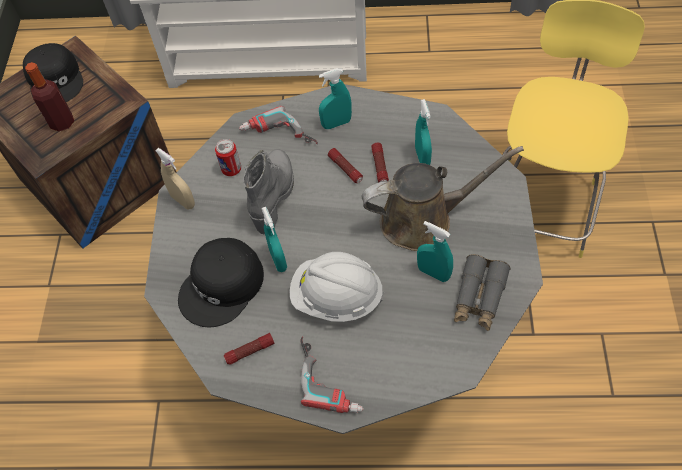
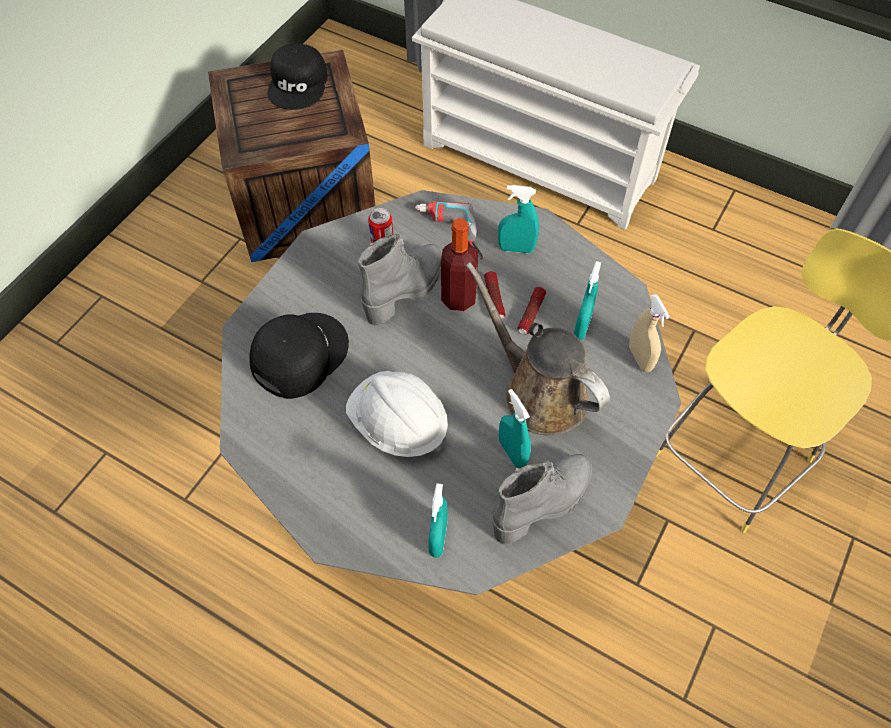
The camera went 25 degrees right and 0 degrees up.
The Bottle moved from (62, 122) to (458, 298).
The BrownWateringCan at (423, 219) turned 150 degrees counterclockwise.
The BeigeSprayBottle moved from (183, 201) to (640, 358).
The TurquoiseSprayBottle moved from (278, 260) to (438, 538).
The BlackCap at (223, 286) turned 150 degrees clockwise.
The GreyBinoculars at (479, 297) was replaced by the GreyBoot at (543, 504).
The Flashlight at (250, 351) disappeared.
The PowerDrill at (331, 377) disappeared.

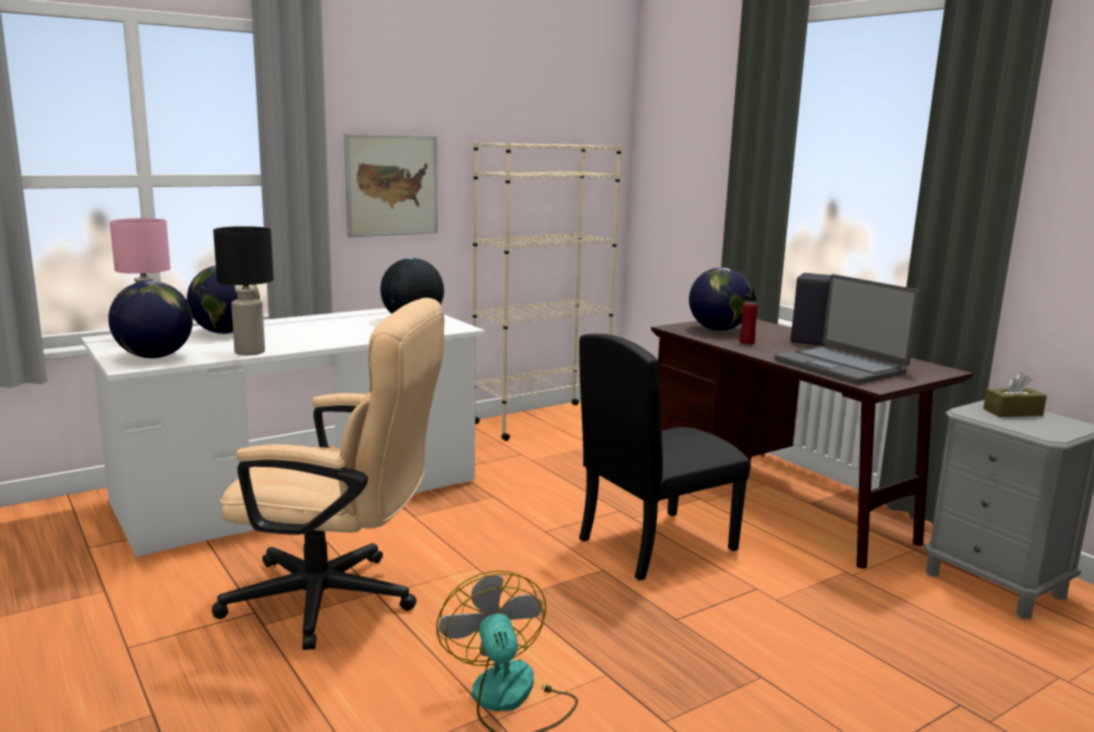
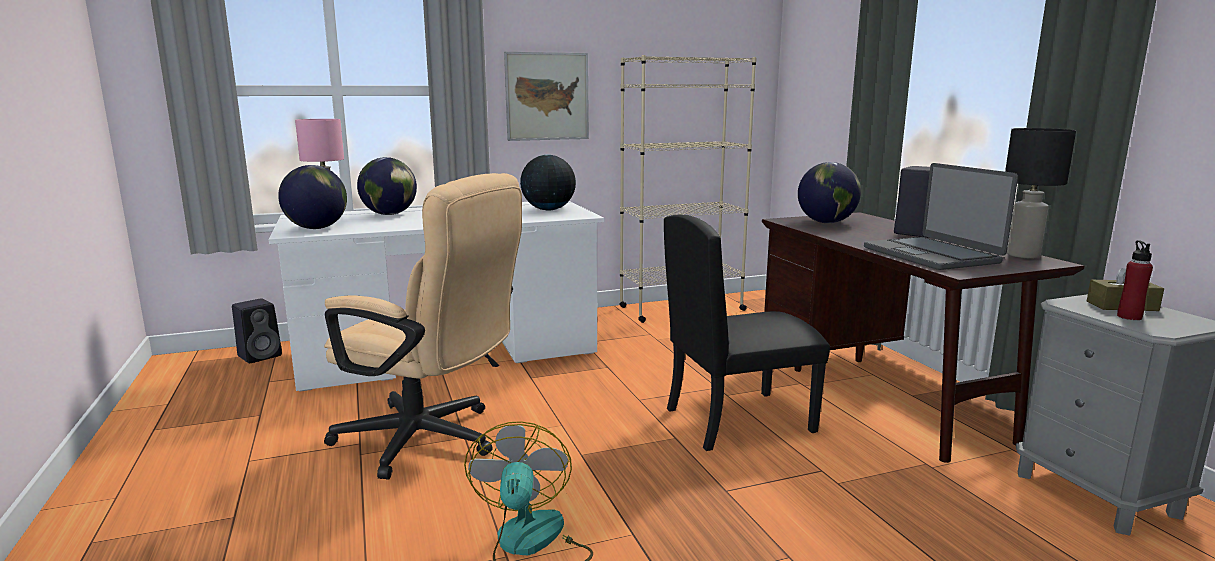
The camera went 15 degrees right and 0 degrees up.
The BlackTableLamp moved from (249, 352) to (1022, 255).
The RedBottle moved from (746, 342) to (1129, 317).
The BlackSpeaker at (261, 355) appeared.

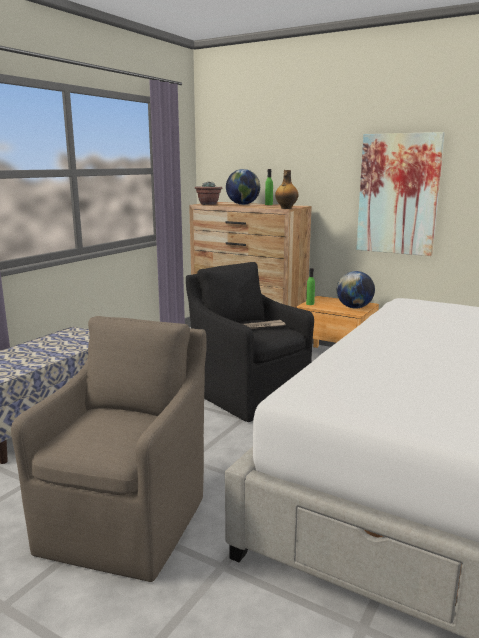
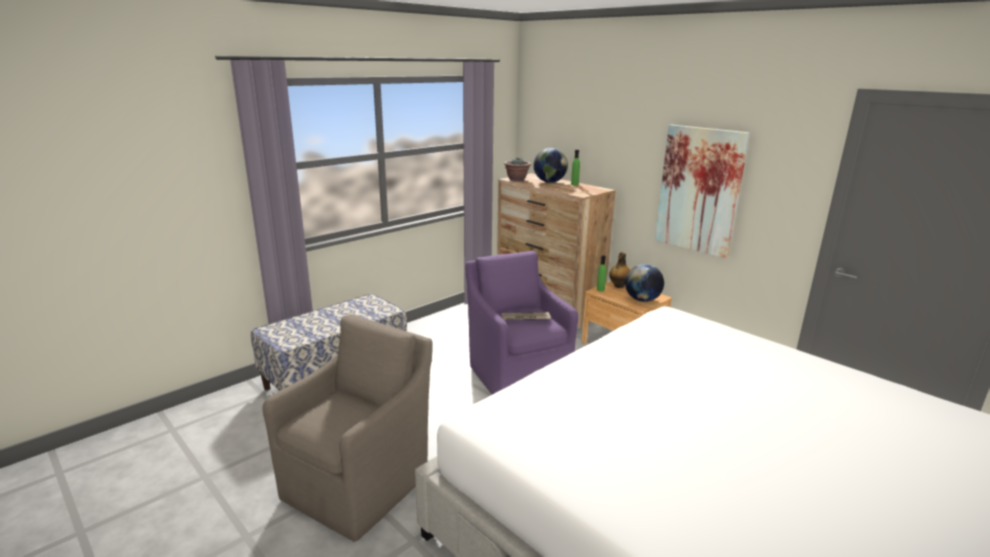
The camera went 15 degrees right and 5 degrees up.
The Bottle moved from (286, 208) to (619, 286).
The BlackArmchair at (249, 395) became the PurpleArmchair at (517, 375).

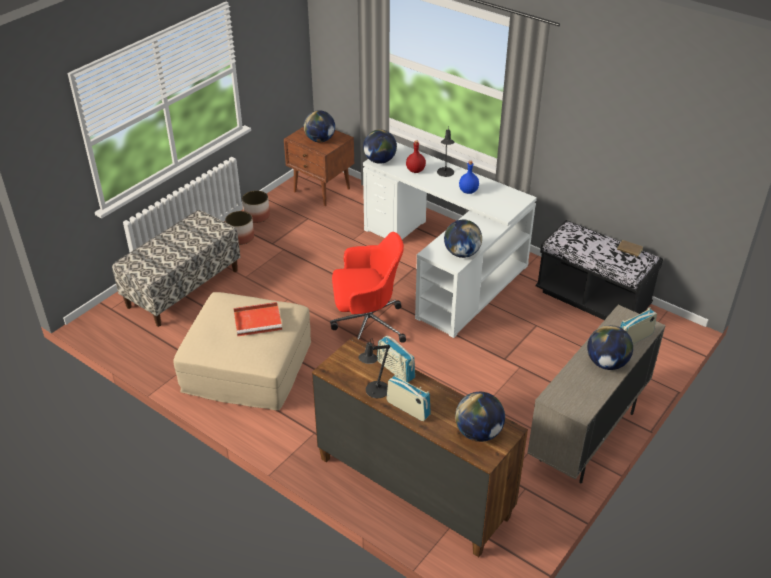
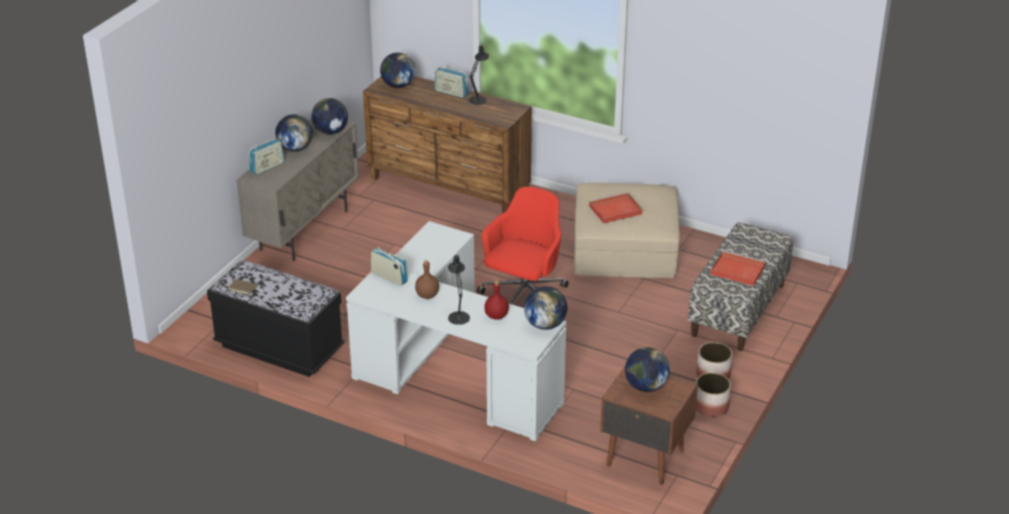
The camera went 170 degrees right and 5 degrees down.
The BlueBottle at (468, 191) became the BrownBottle at (427, 295).
The Globe moved from (462, 253) to (330, 132).
The RedOfficeChair at (366, 325) turned 135 degrees clockwise.
The Radio moved from (395, 370) to (389, 277).
The RedTray at (736, 270) appeared.

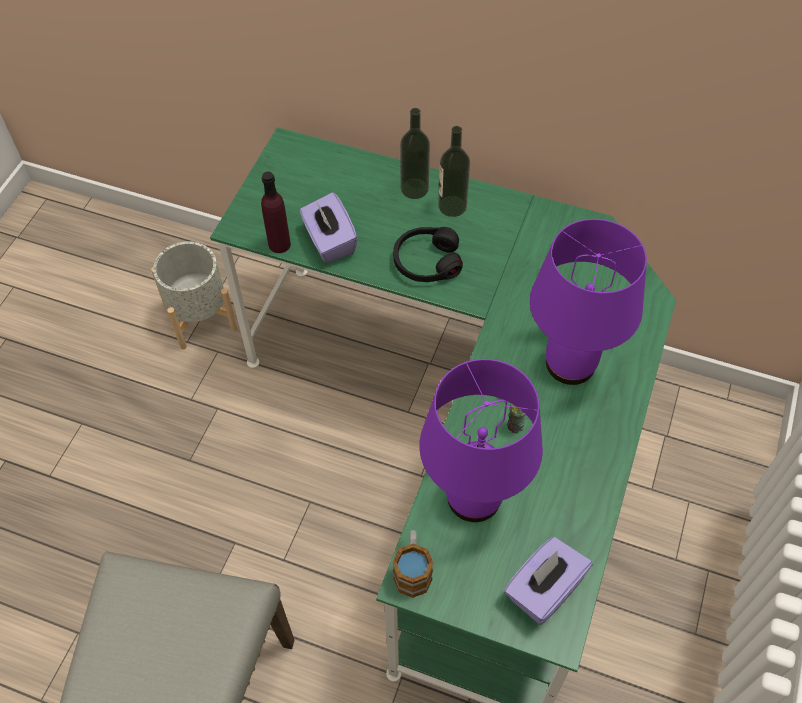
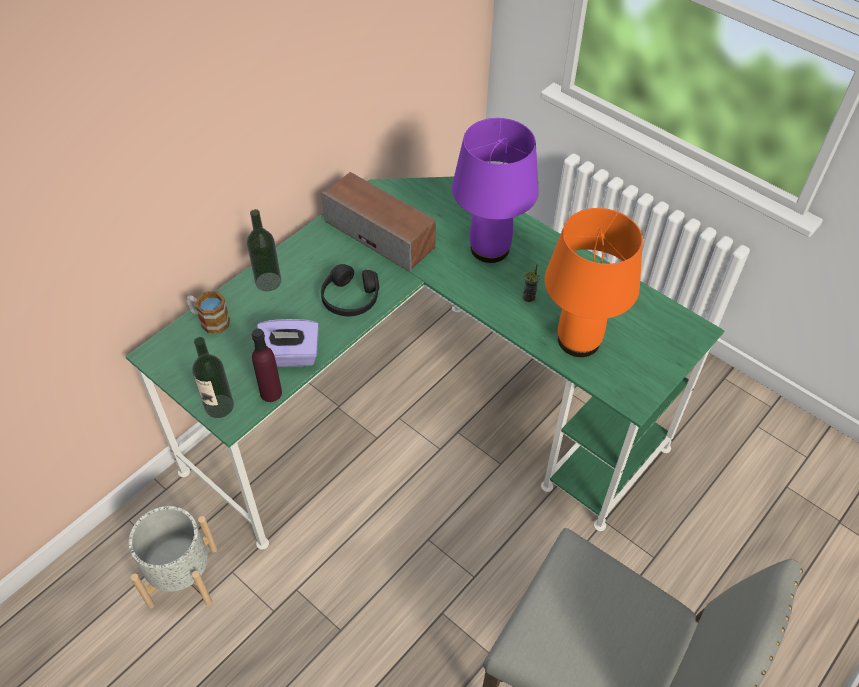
The camera went 70 degrees left and 5 degrees down.
The Bottle moved from (452, 206) to (219, 406).
The PurpleTableLamp at (475, 497) became the OrangeTableLamp at (578, 339).
The Mug moved from (412, 570) to (210, 321).
The PurpleTissueBox at (543, 589) disappeared.
The Speaker at (380, 234) appeared.

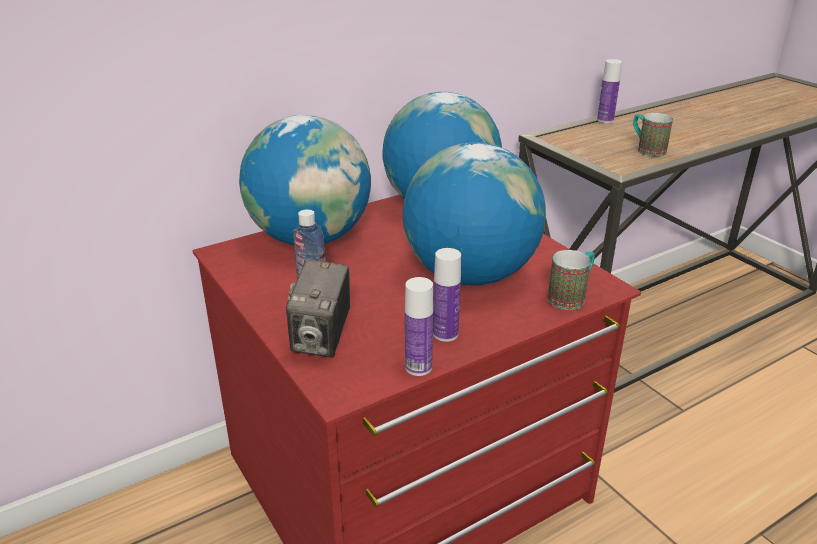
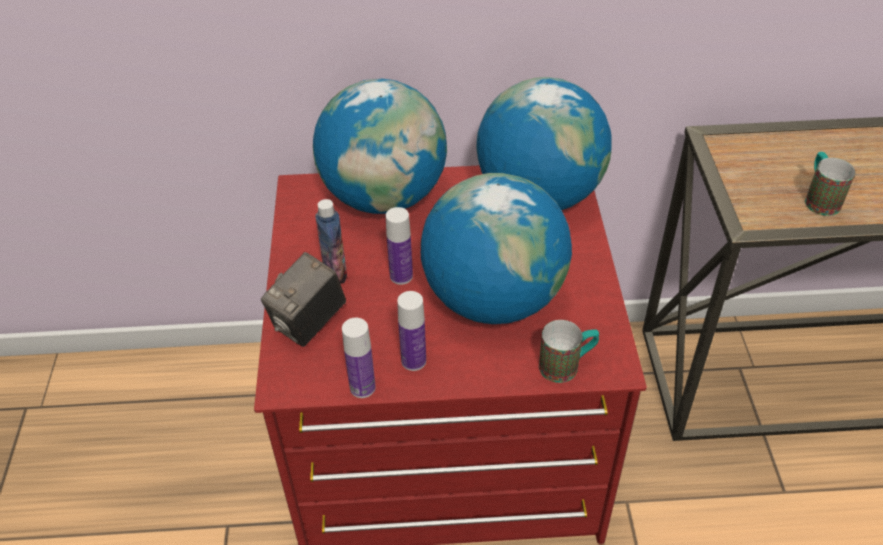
The camera went 30 degrees right and 15 degrees up.
The Bottle moved from (605, 120) to (401, 276).

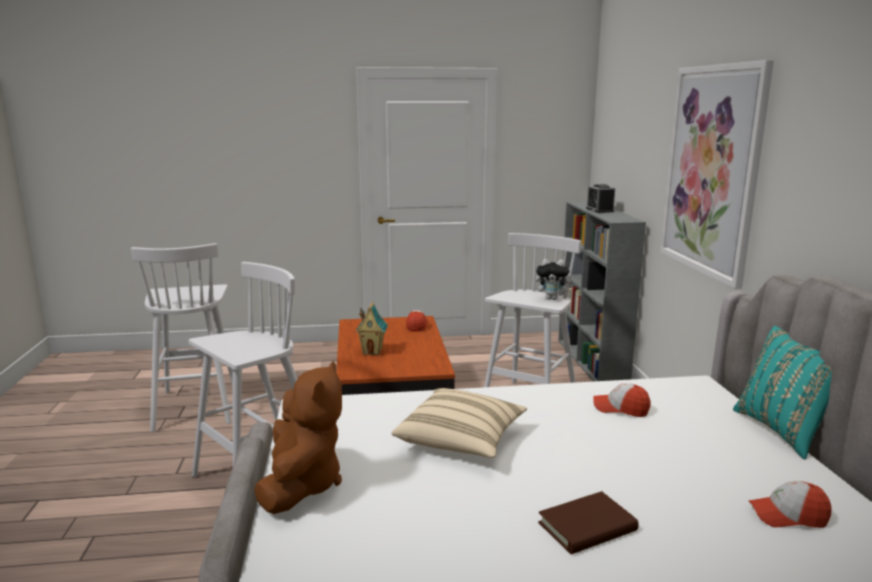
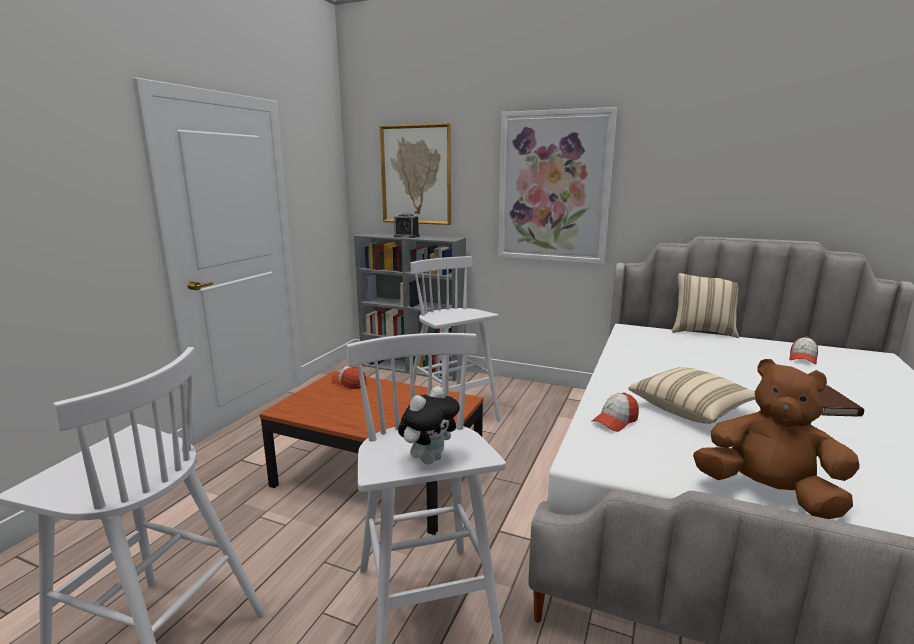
The camera went 60 degrees left and 0 degrees up.
The PlushToy moved from (552, 298) to (429, 458).
The ToyHouse at (372, 351) disappeared.
The TurquoisePillow at (782, 431) became the BeigePillow at (702, 332).
The Cap moved from (620, 408) to (615, 421).
The Picture at (416, 175) appeared.

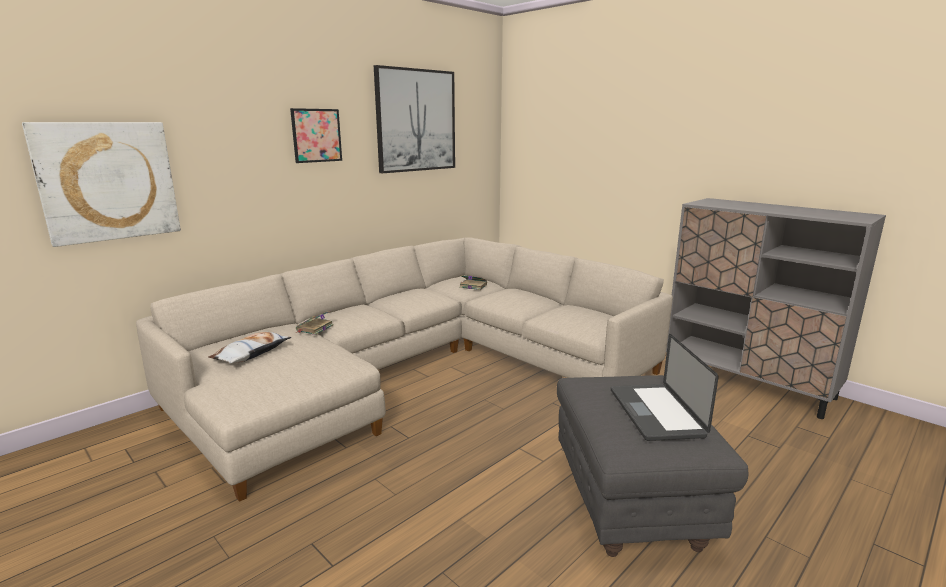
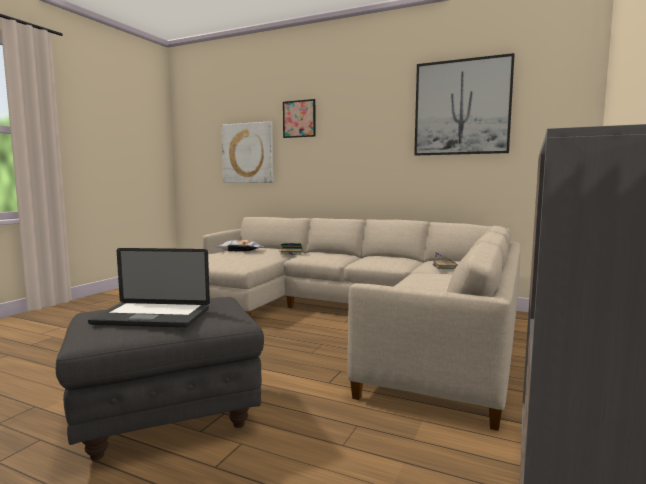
The camera went 70 degrees right and 10 degrees down.
The Picture moved from (316, 135) to (299, 119).
The Laptop at (655, 413) turned 150 degrees counterclockwise.

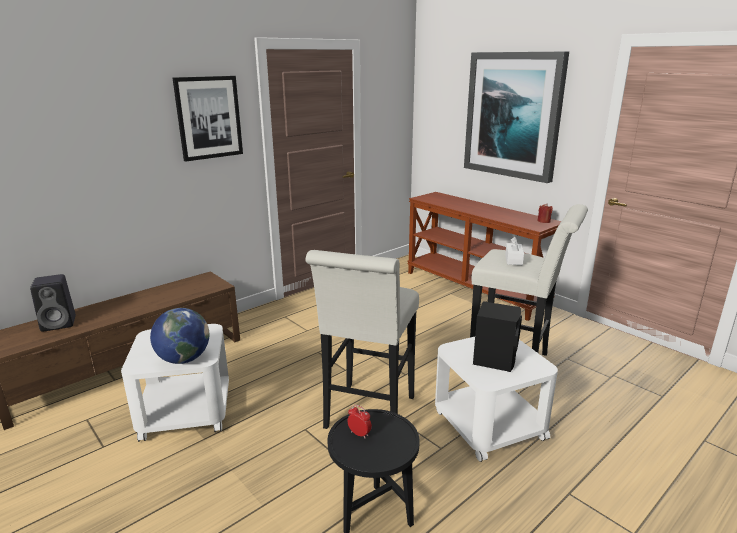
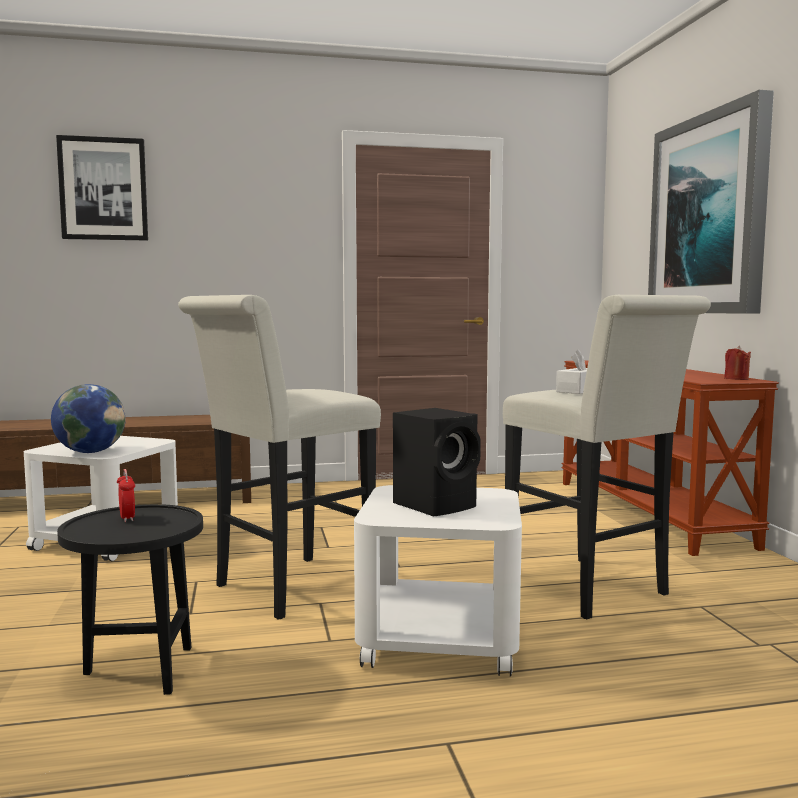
The camera went 30 degrees right and 15 degrees down.
The Picture moved from (209, 118) to (103, 189).
The BlackSpeaker at (60, 323) disappeared.

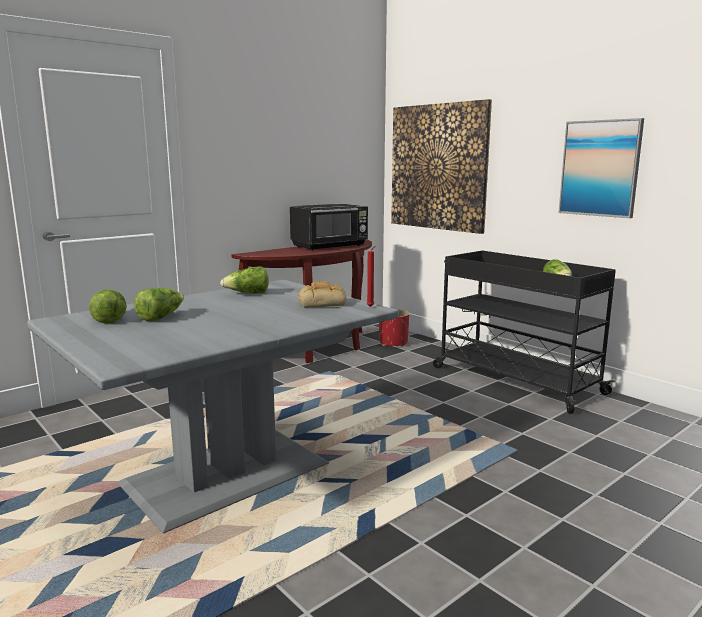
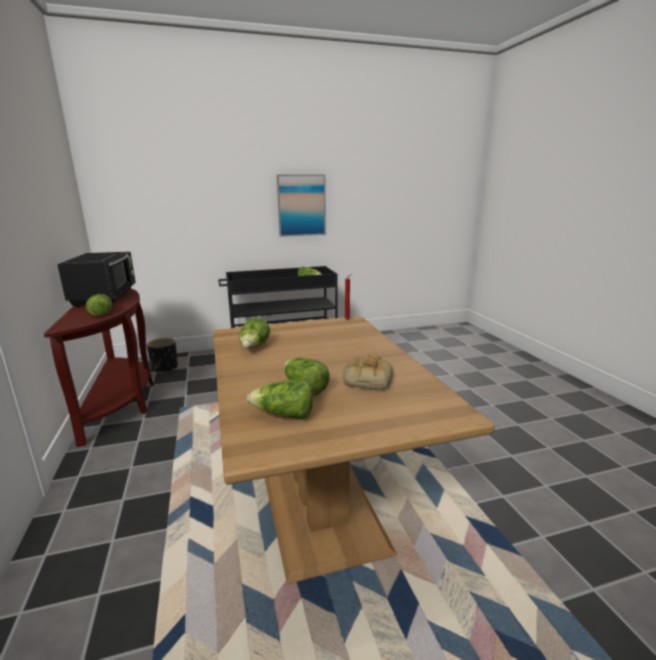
The camera went 65 degrees left and 5 degrees up.
The Picture at (438, 167) disappeared.
The GreyDiningTable at (228, 475) became the BrownDiningTable at (320, 501).
The Bread moved from (322, 303) to (367, 378).
The RedPlanter at (393, 343) became the BlackPlanter at (165, 368).
The Lettuce at (101, 313) appeared.

